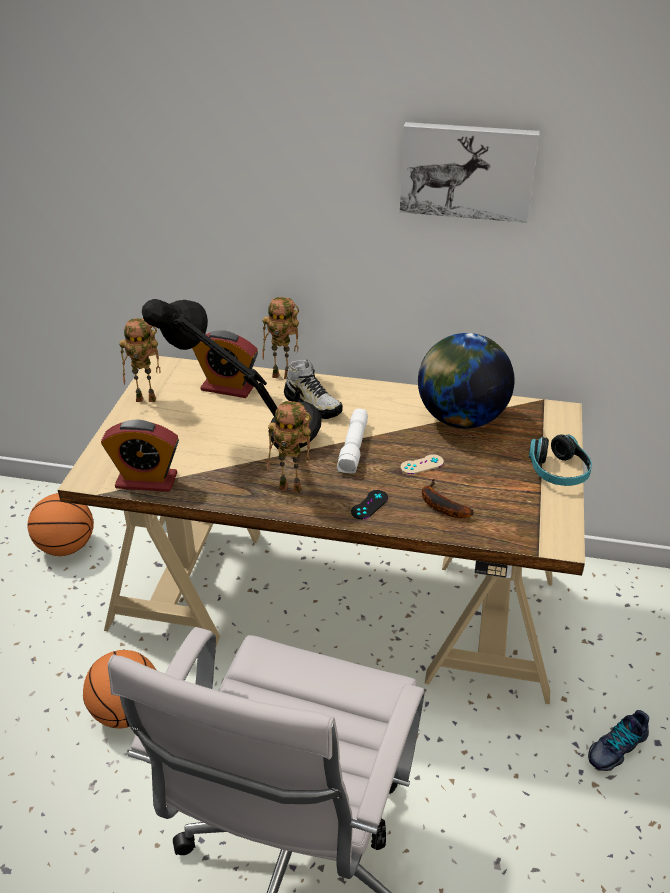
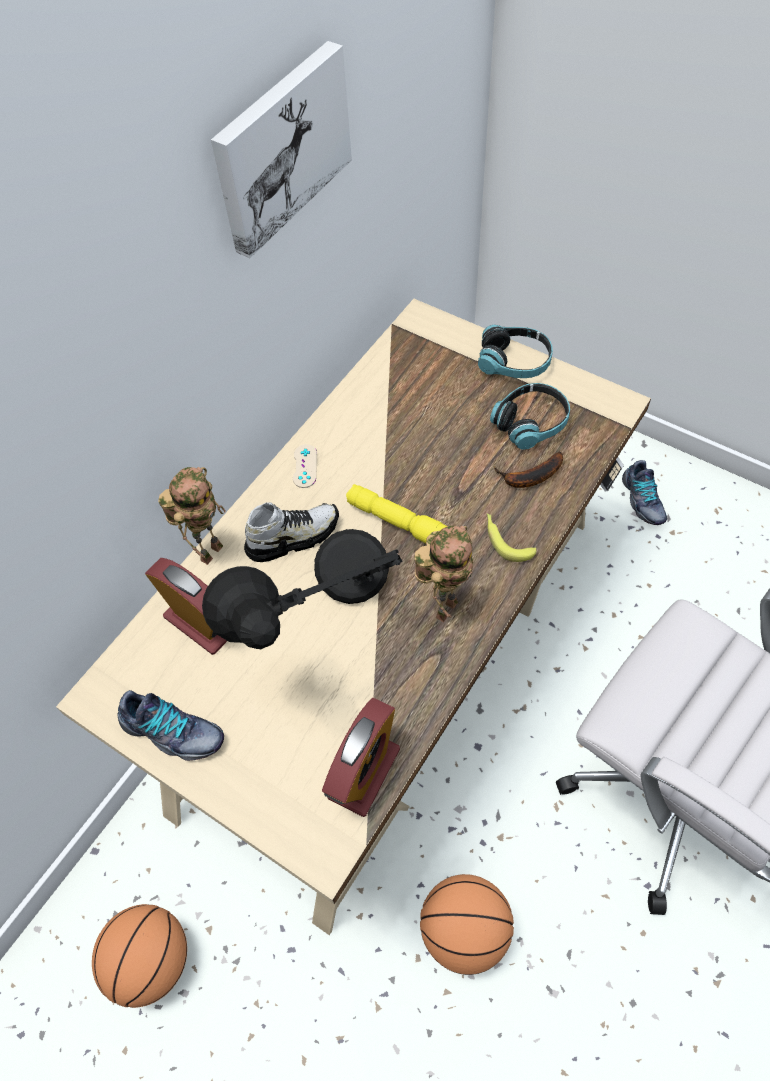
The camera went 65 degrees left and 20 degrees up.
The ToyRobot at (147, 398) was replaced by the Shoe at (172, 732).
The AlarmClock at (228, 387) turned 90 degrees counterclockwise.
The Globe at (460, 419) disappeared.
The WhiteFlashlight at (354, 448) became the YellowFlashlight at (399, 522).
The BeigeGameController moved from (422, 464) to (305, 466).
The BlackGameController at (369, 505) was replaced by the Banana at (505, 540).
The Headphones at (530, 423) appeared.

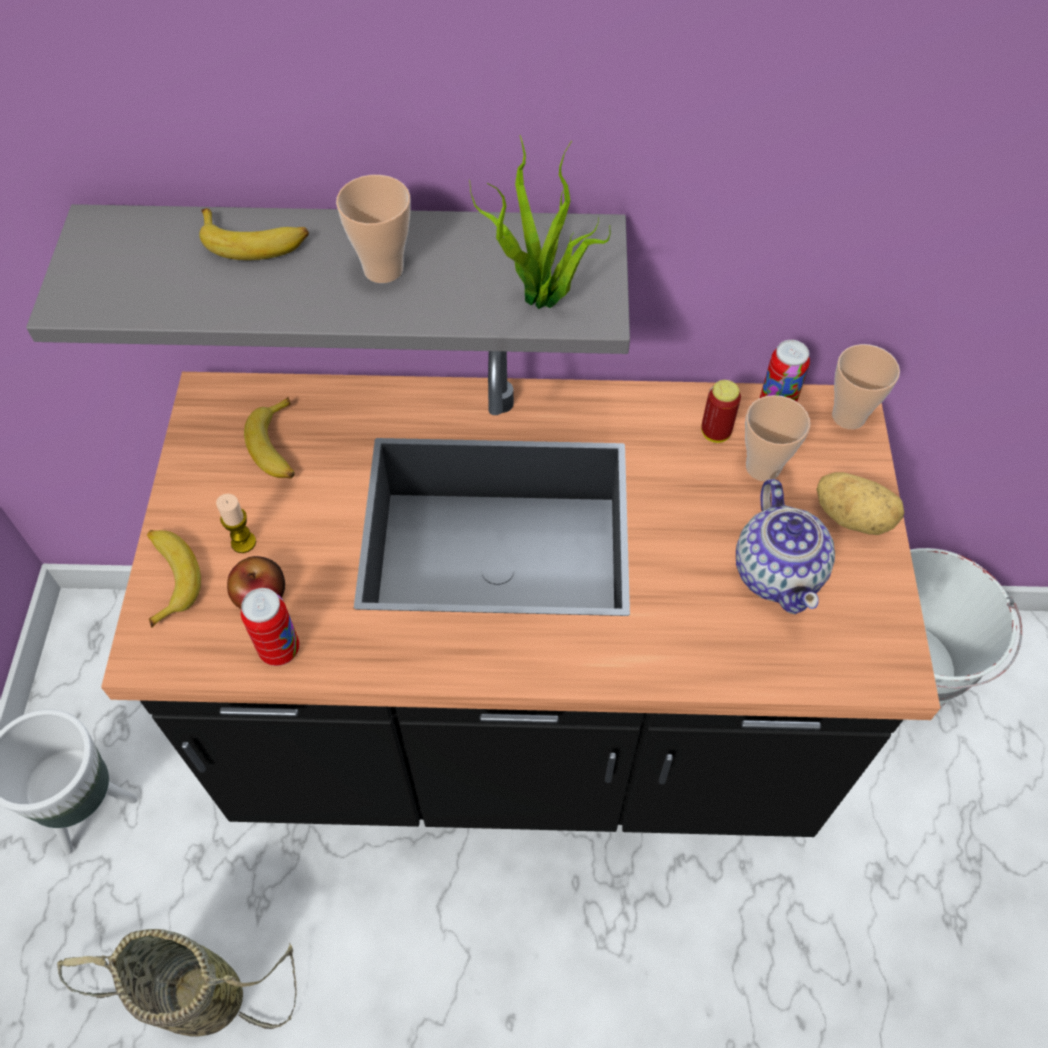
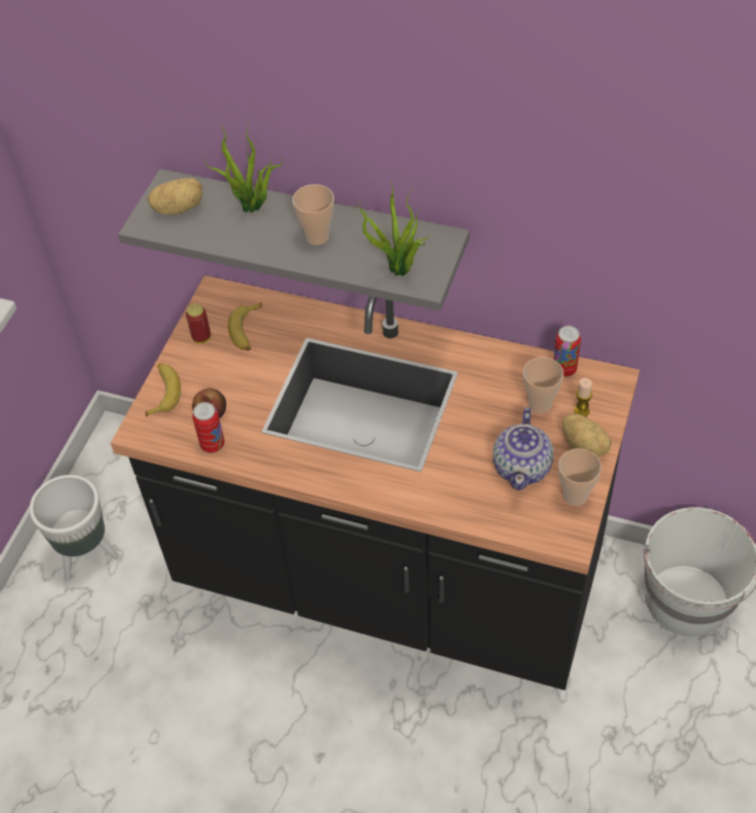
The camera went 20 degrees right and 5 degrees down.
The Banana at (255, 242) was replaced by the PottedPlant at (252, 208).
The Cup moved from (848, 416) to (575, 496).
The Can moved from (715, 432) to (201, 337).
The Candle moved from (243, 542) to (581, 411).
The Basket at (194, 995) disappeared.
The Potato at (179, 208) appeared.

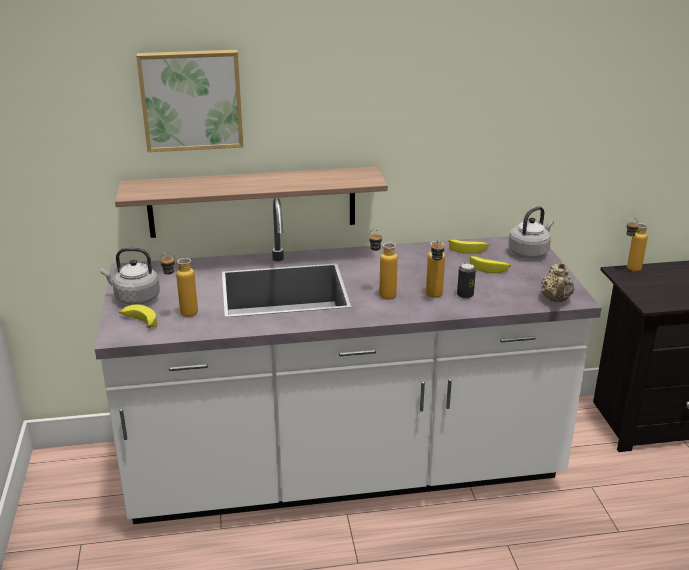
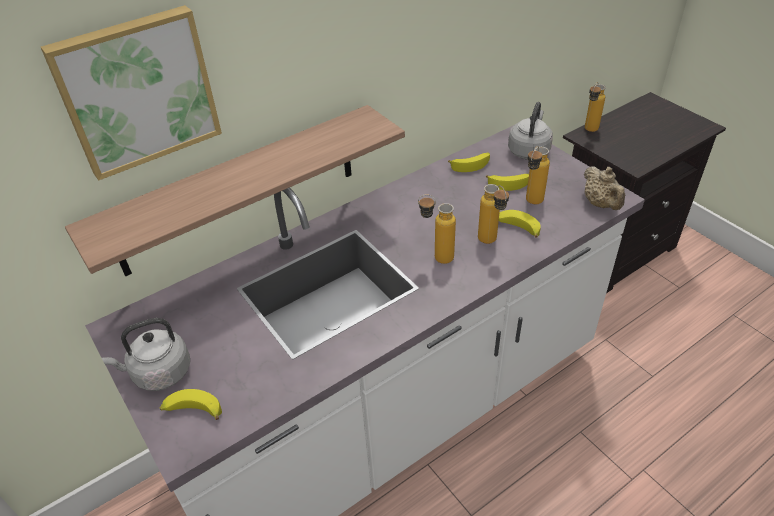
The camera went 25 degrees left and 15 degrees up.
The Bottle moved from (182, 315) to (531, 203).
The Can at (465, 295) was replaced by the Banana at (516, 228).

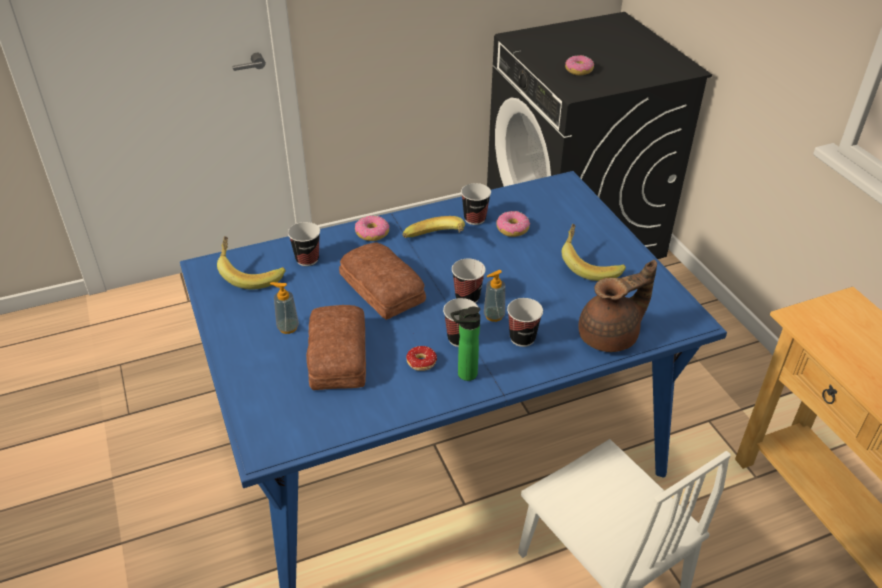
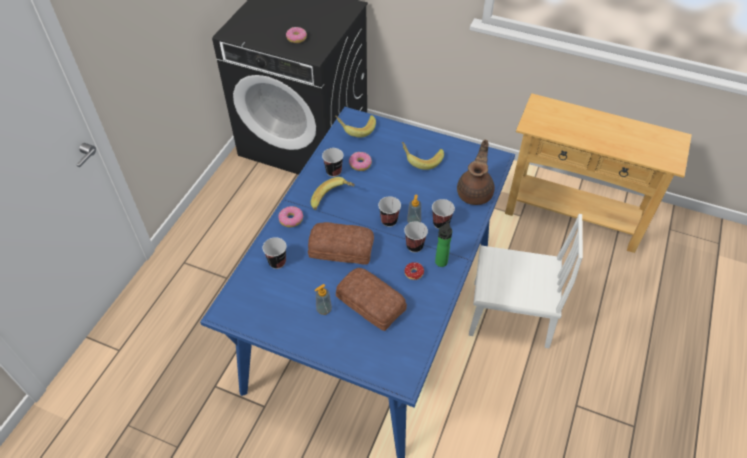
The camera went 45 degrees left and 10 degrees up.
The Banana moved from (250, 274) to (356, 129).

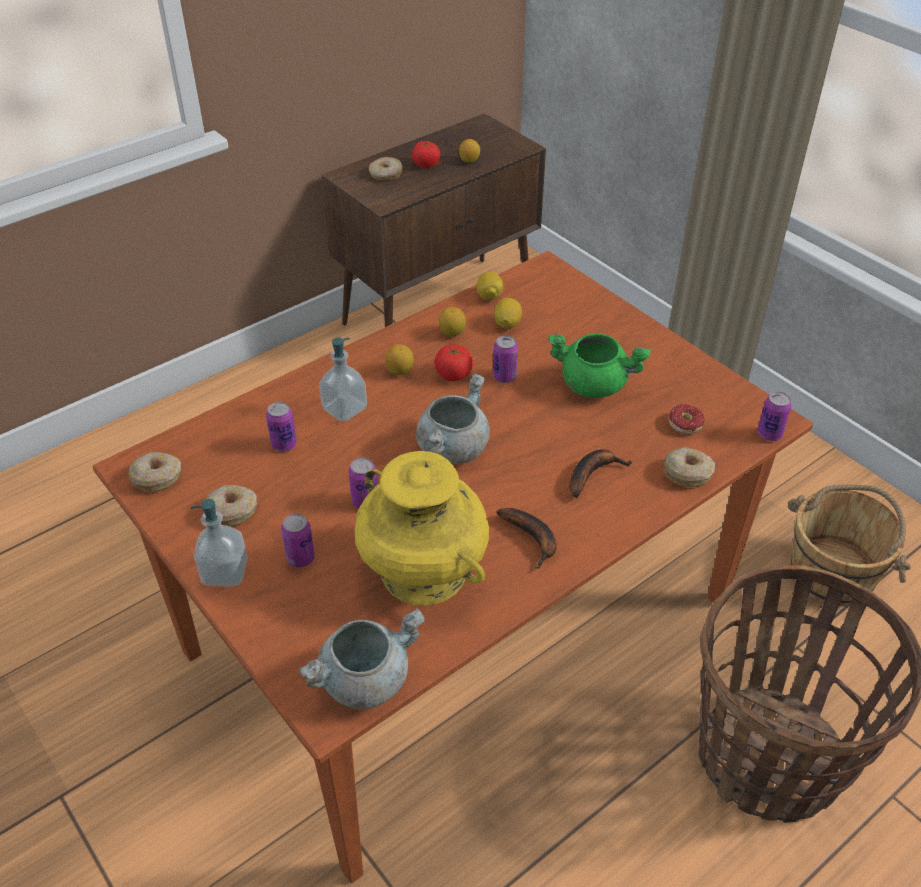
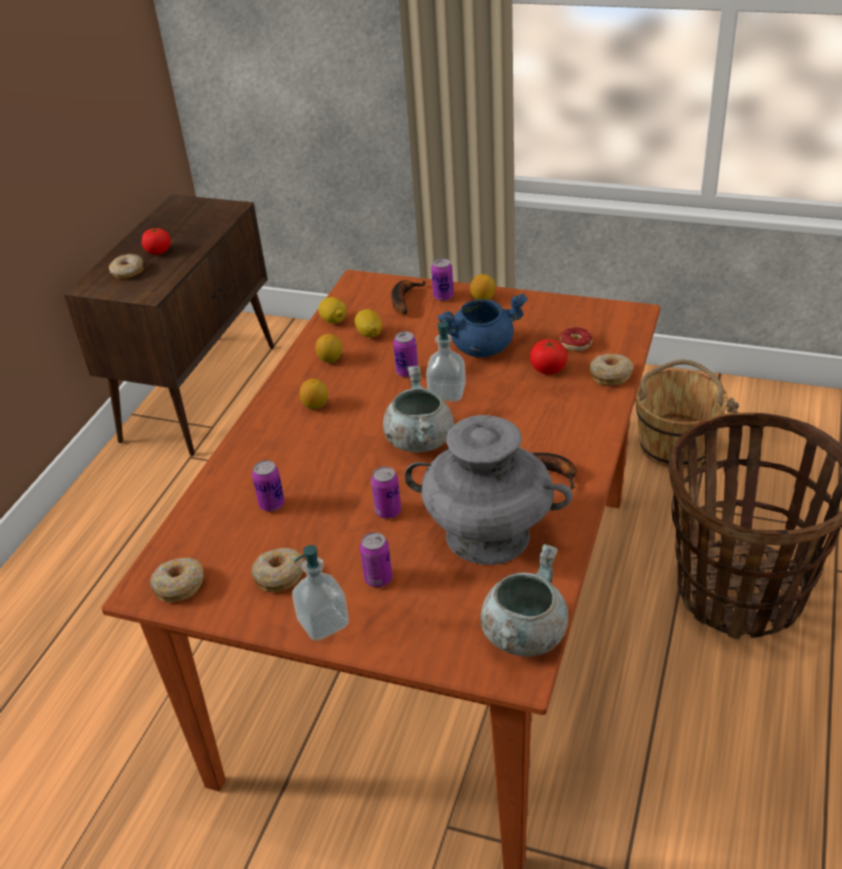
The camera went 30 degrees left and 5 degrees down.
The Lemon moved from (469, 160) to (483, 299).
The GreenCookingPot at (594, 384) became the BlueCookingPot at (482, 347).
The SoapDispenser moved from (344, 409) to (447, 393).
The Tomato moved from (453, 375) to (548, 369).
The Can moved from (769, 434) to (443, 296).
The Banana moved from (592, 473) to (403, 299).
The YellowVase at (424, 571) became the GreyVase at (488, 535).

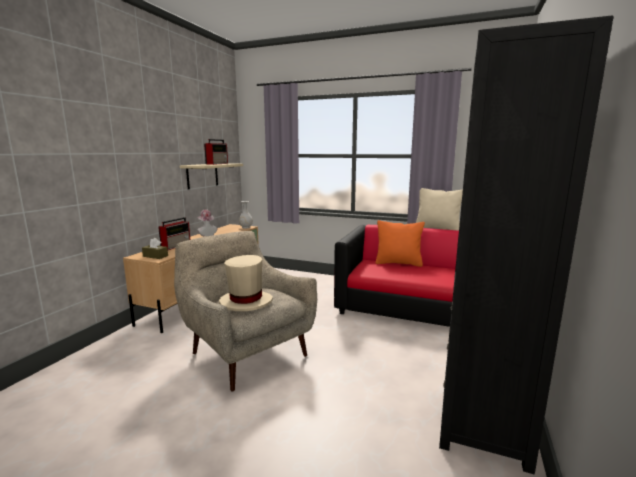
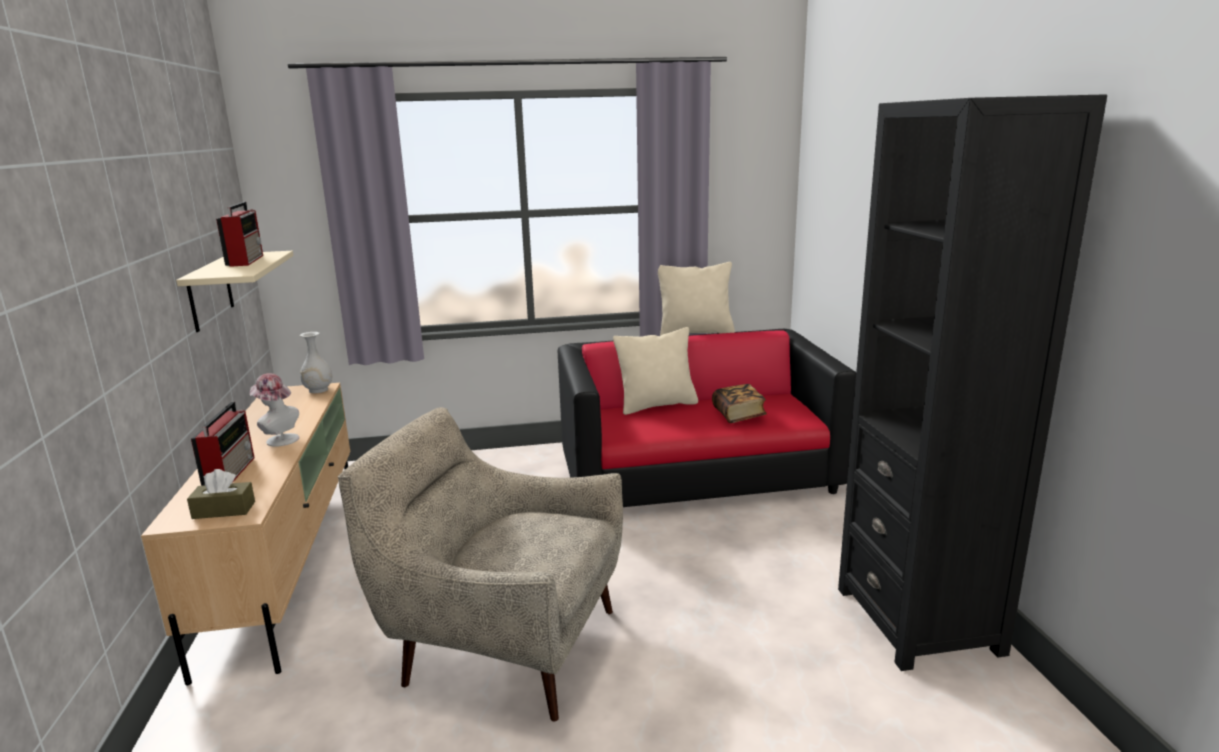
The camera went 30 degrees left and 5 degrees up.
The OrangePillow at (398, 263) became the BeigePillow at (657, 405).
The BeigeHat at (246, 302) disappeared.
The Book at (738, 415) appeared.

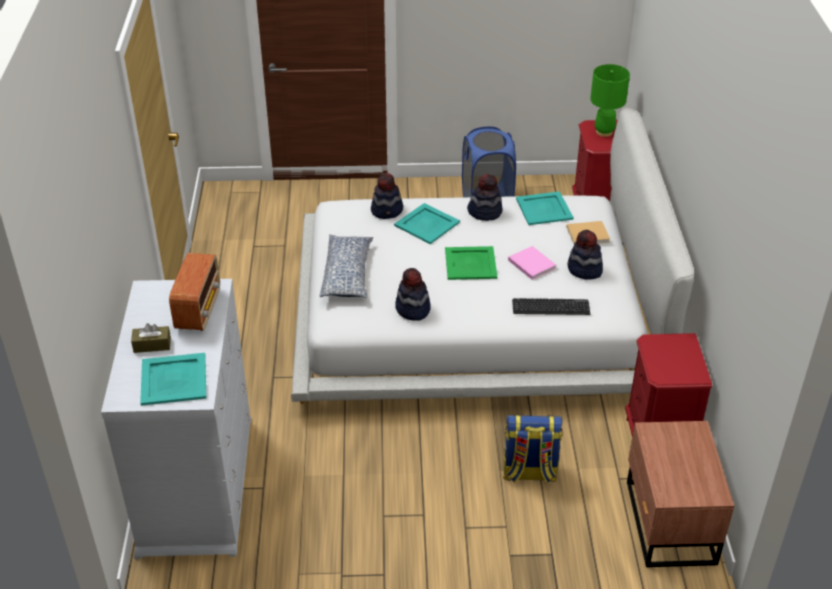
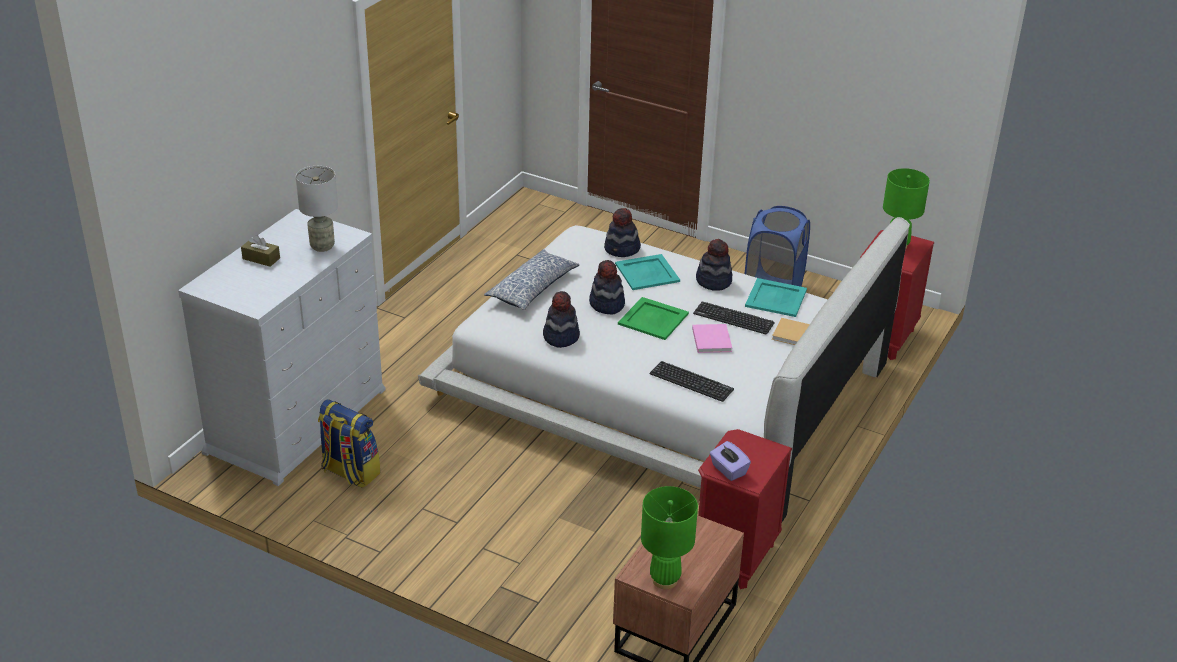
The camera went 30 degrees right and 5 degrees down.
The Hat moved from (584, 270) to (606, 304).
The Radio at (199, 309) was replaced by the GreyTableLamp at (322, 246).
The TurquoiseTray at (173, 380) disappeared.
The Backpack moved from (529, 472) to (349, 472).
The Keyboard at (733, 318) appeared.
The PurpleTissueBox at (728, 470) appeared.
The GreenTableLamp at (664, 580) appeared.

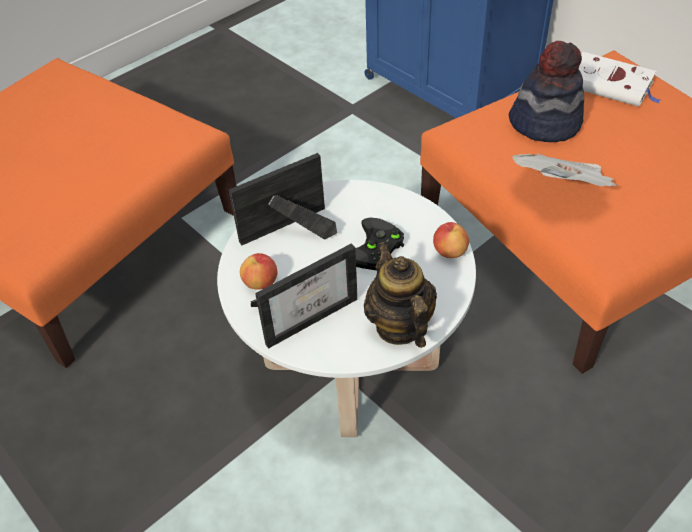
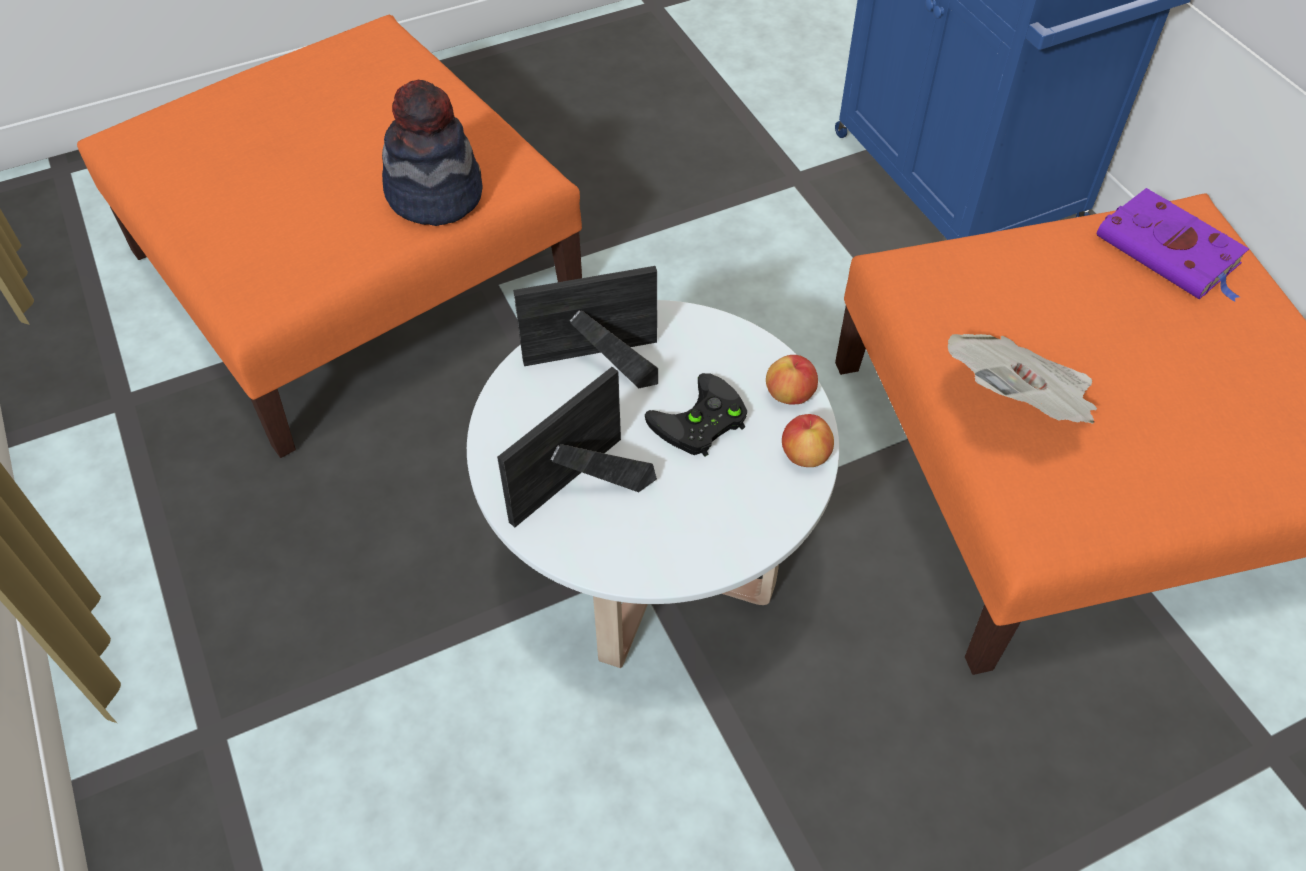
The camera went 15 degrees right and 5 degrees up.
The Hat moved from (545, 123) to (435, 194).
The WhiteBook at (611, 85) became the PurpleBook at (1171, 252).
The Teapot at (399, 326) disappeared.
The PictureFrame at (308, 313) turned 150 degrees clockwise.
The Apple moved from (261, 282) to (790, 394).

